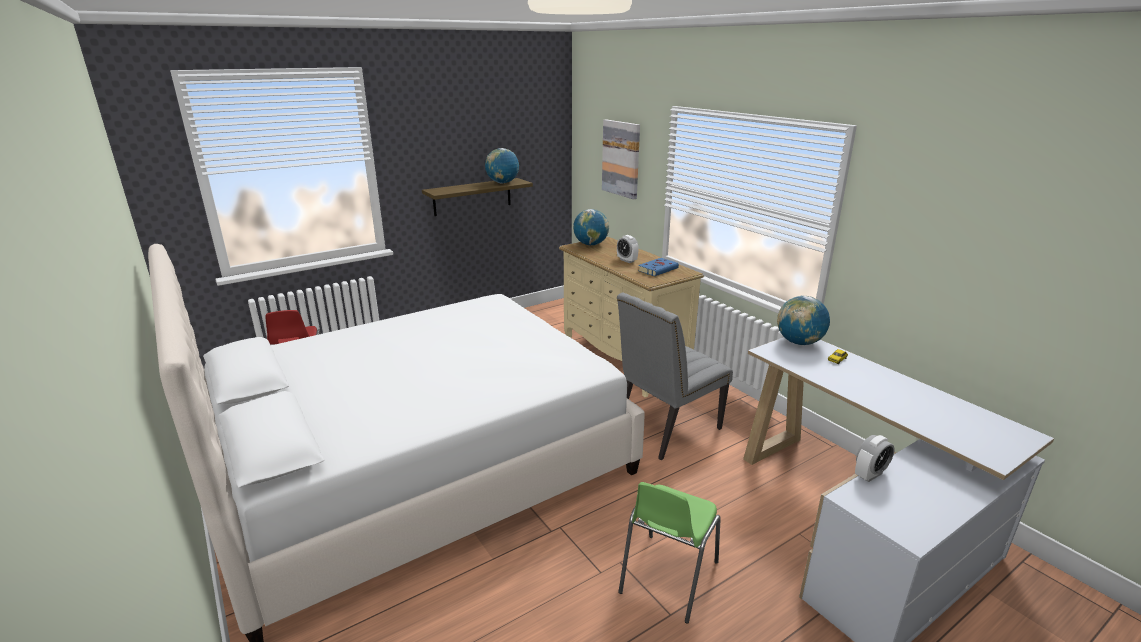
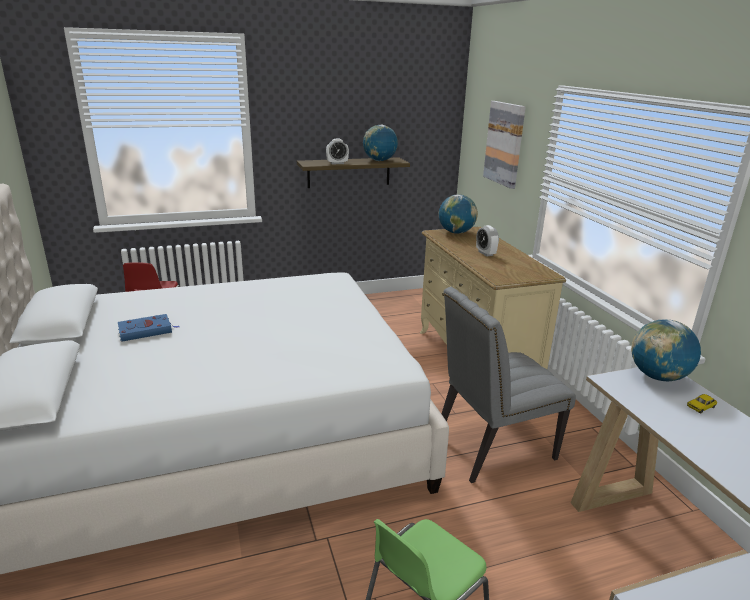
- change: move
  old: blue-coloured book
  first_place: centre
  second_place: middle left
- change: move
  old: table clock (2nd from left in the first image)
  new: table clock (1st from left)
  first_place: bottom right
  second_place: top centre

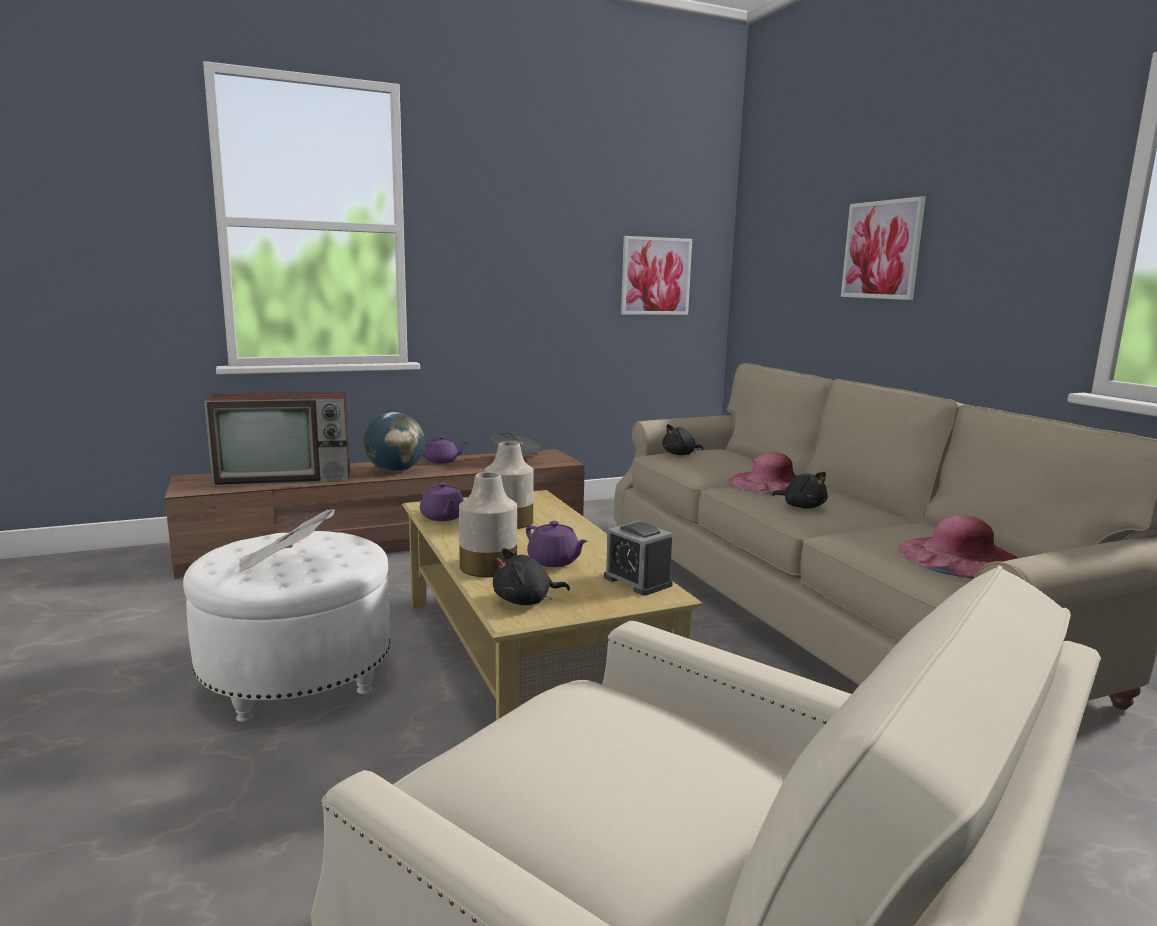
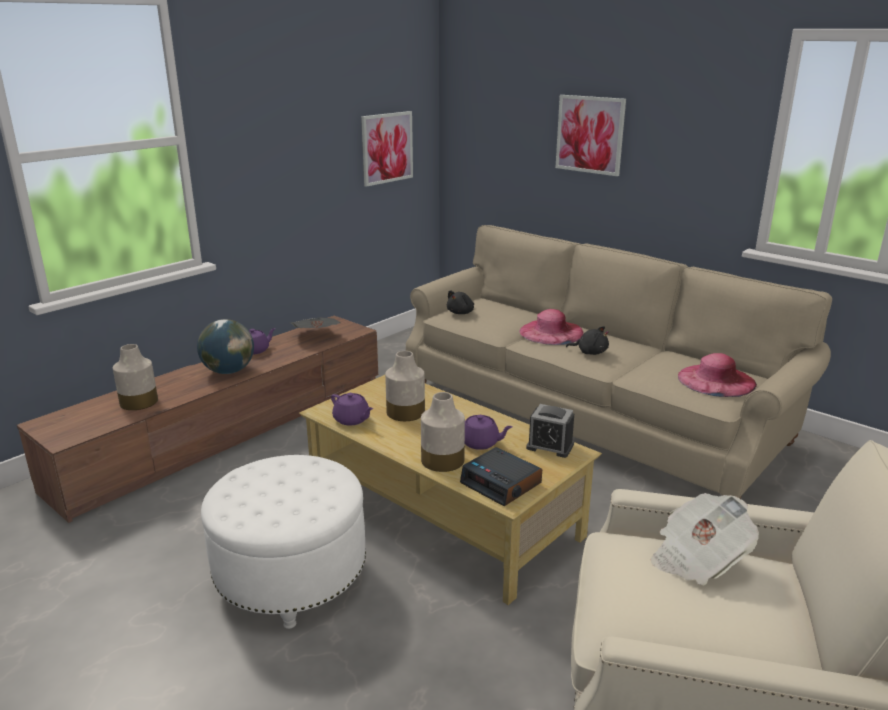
- change: replace
  old: TV
  new: sand-coloured decorative vase (1st from left)
  first_place: middle left
  second_place: middle left
- change: move
  old: daily paper (1st from left in the first image)
  new: daily paper (2nd from left)
  first_place: middle left
  second_place: bottom right
- change: replace
  old: black-coloured soft toy (1st from left)
  new: table clock (1st from left)
  first_place: centre
  second_place: bottom centre

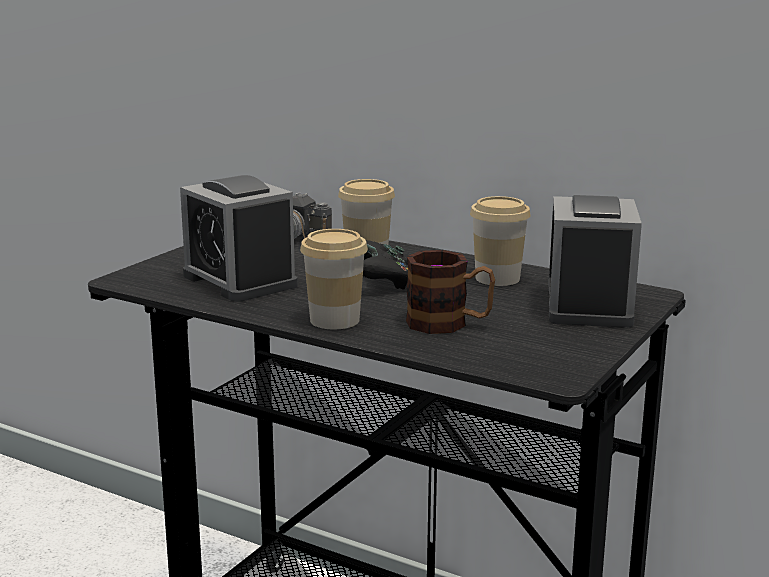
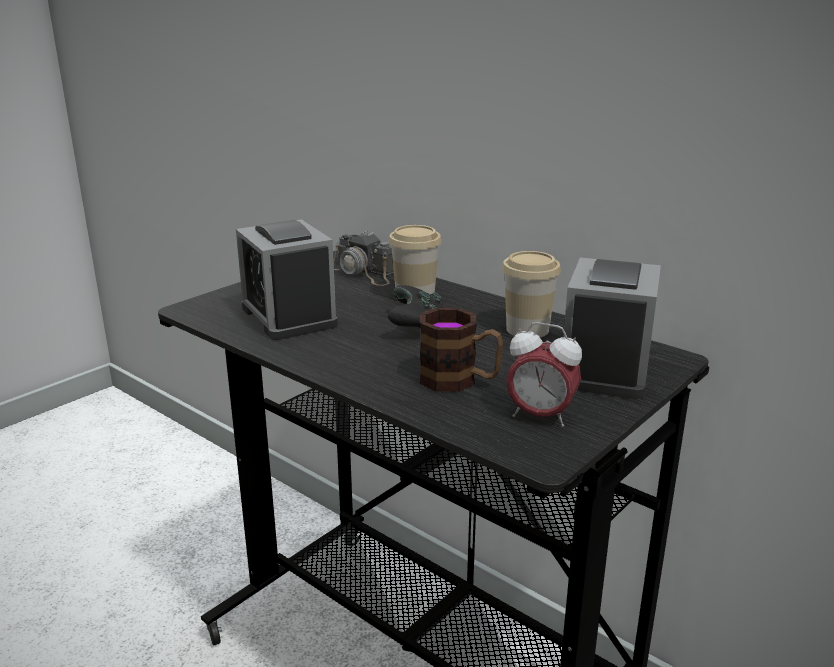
- change: delete
  old: cup (1st from left)
  first_place: centre
- change: insert
  new: table clock (2nd from left)
  second_place: centre

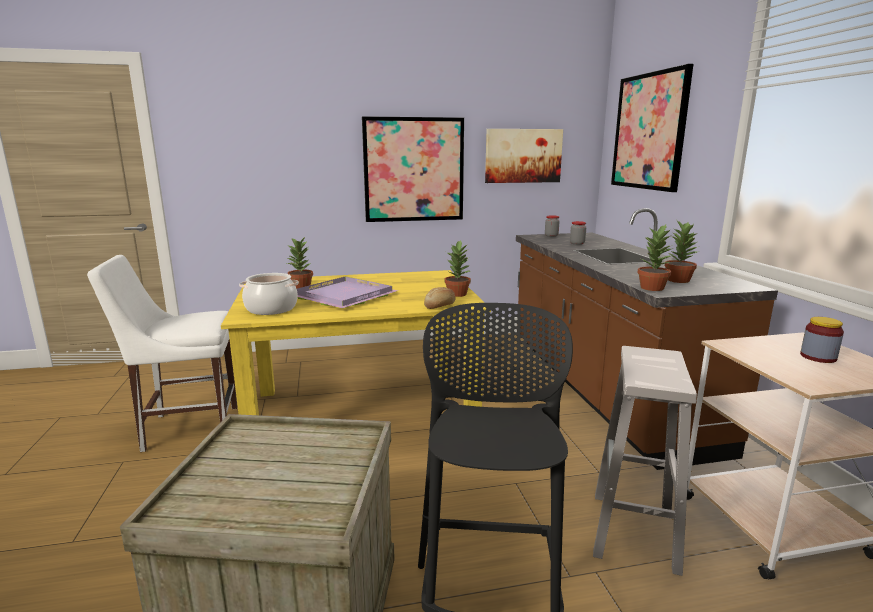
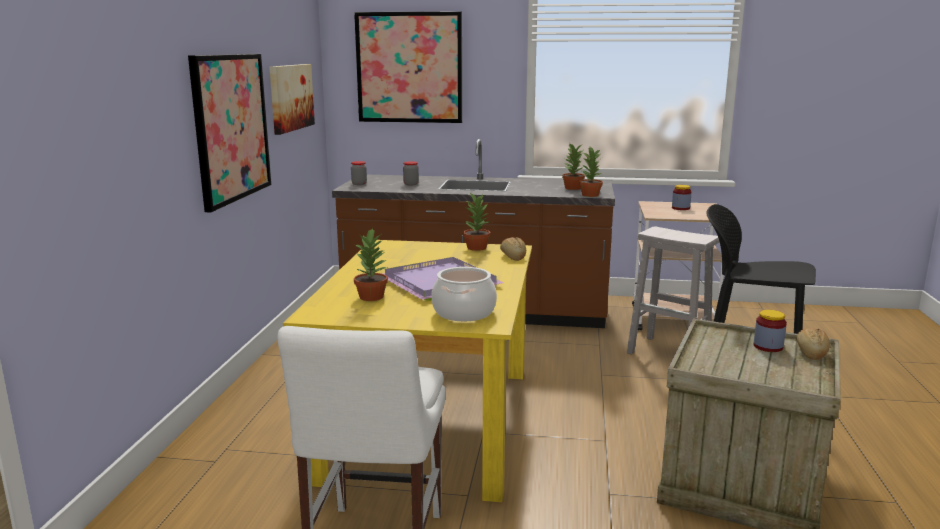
- change: insert
  new: preserve jar (4th from left)
  second_place: middle right
- change: insert
  new: baked bread (2nd from left)
  second_place: middle right

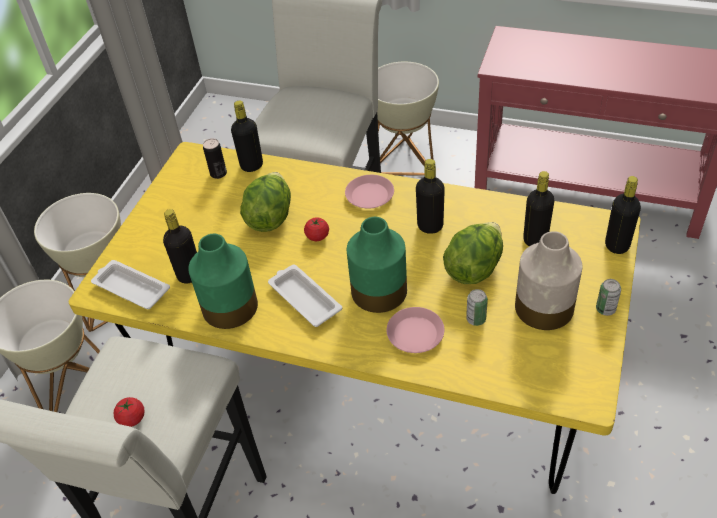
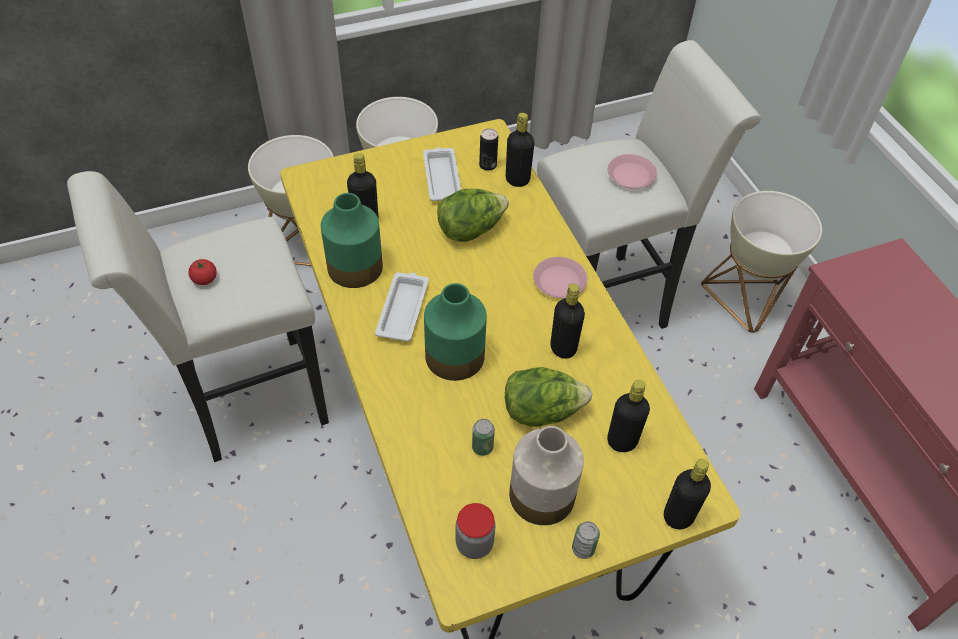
- change: move
  old: whitish tray (1st from left in the first image)
  new: whitish tray (2nd from left)
  first_place: middle left
  second_place: top centre
- change: delete
  old: fresh tomato (2nd from left)
  first_place: centre
- change: move
  old: pink-coloured dinner plate (2nd from left)
  first_place: centre
  second_place: top centre
- change: insert
  new: preserve jar
  second_place: bottom centre

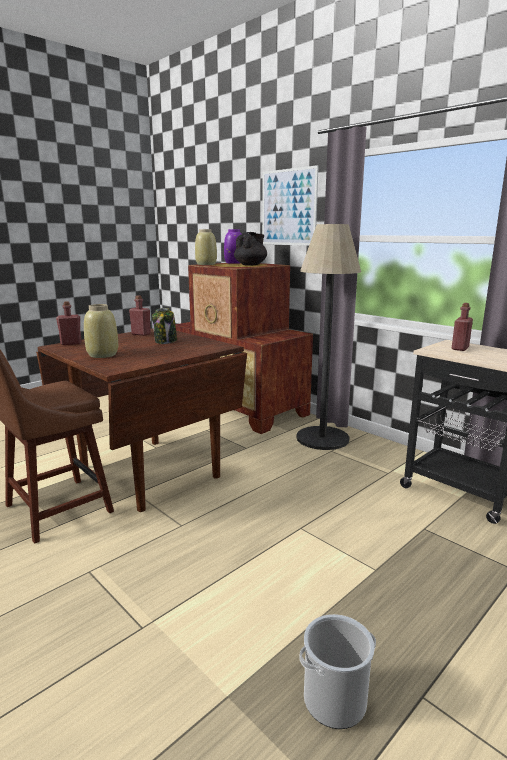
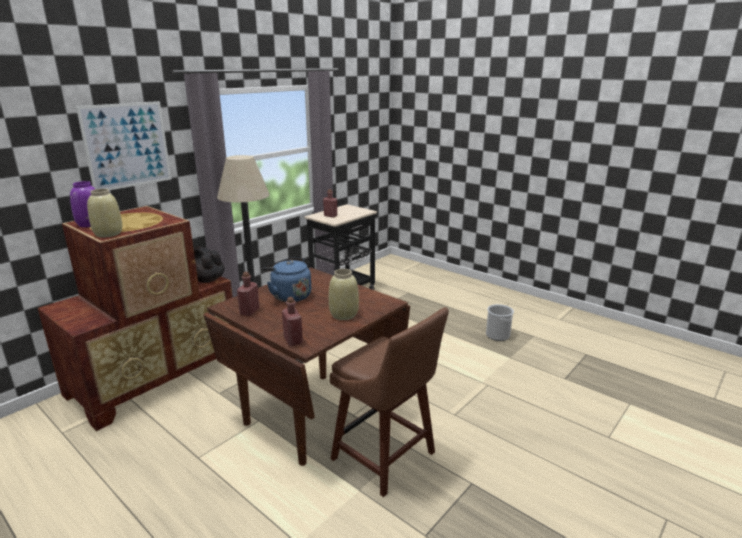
- change: replace
  old: preserve jar
  new: blue-coloured water kettle
  first_place: middle left
  second_place: centre
- change: move
  old: black-coloured teapot
  first_place: top centre
  second_place: middle left

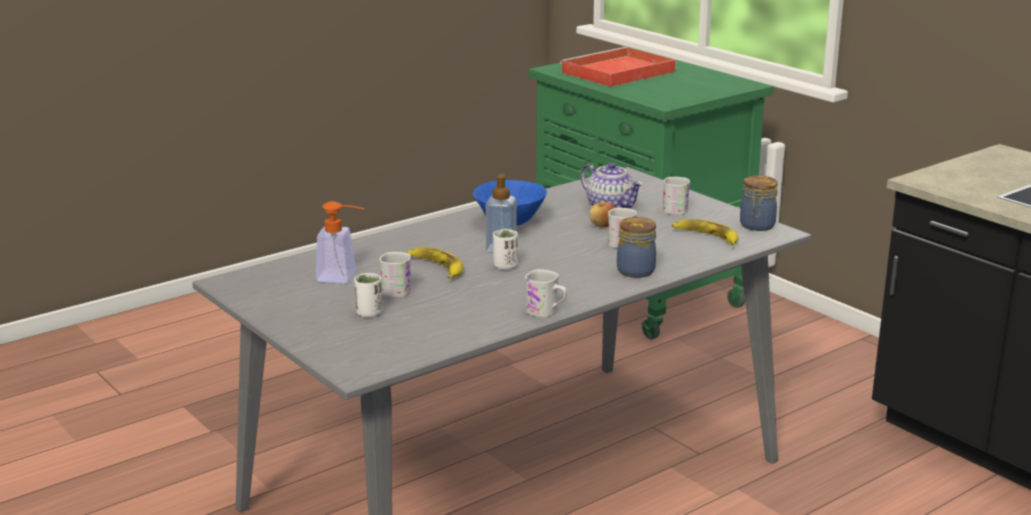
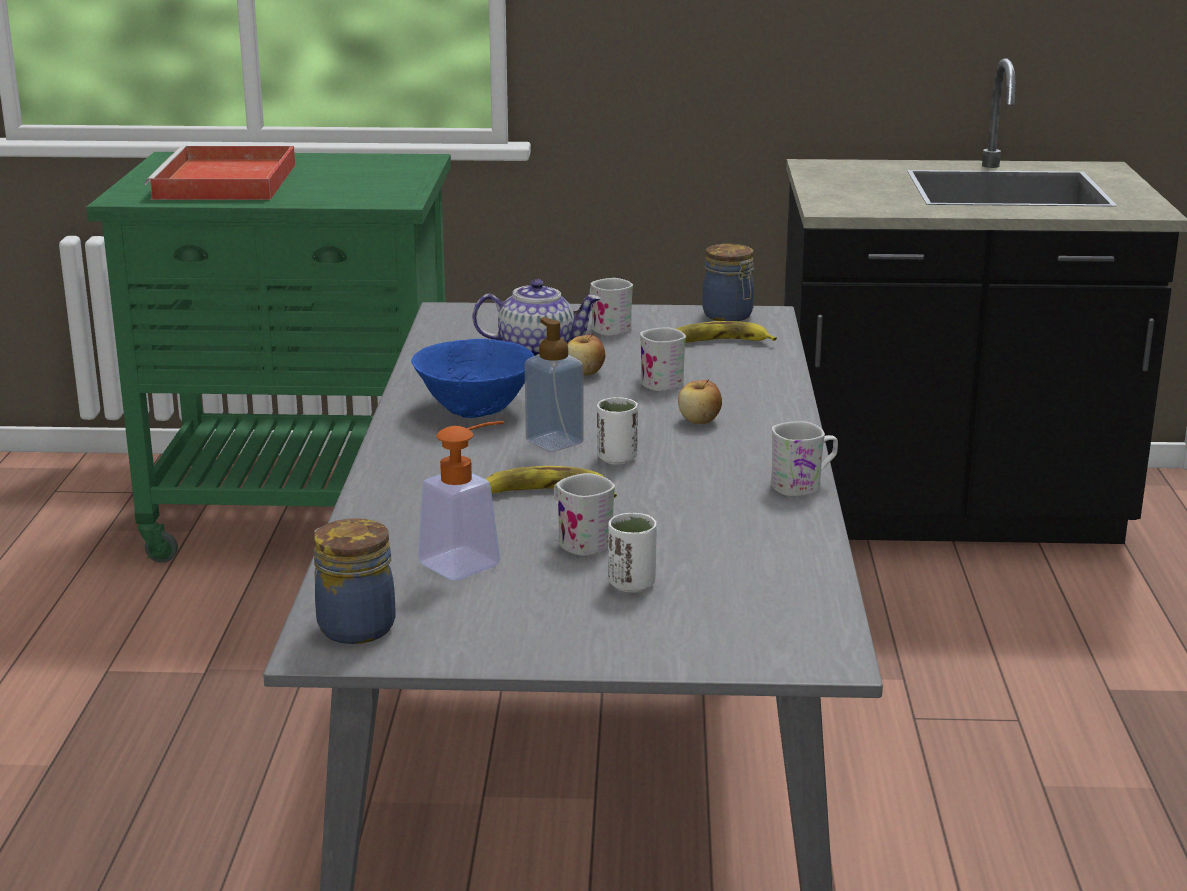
- change: move
  old: preserve jar (1st from left)
  first_place: centre
  second_place: middle left
- change: insert
  new: apple fruit (2nd from left)
  second_place: centre

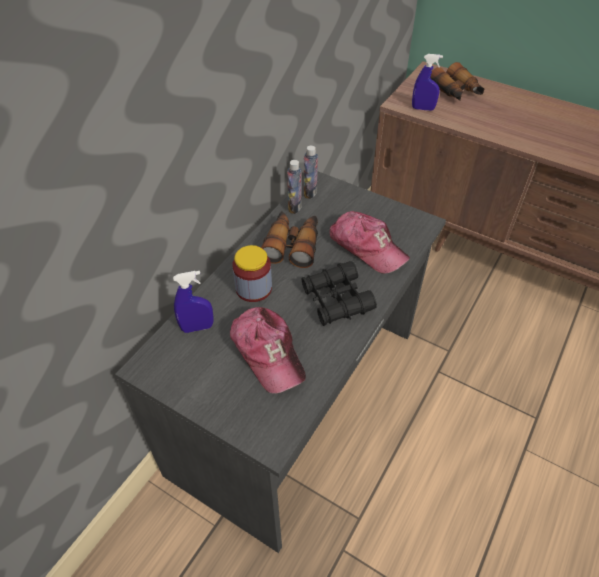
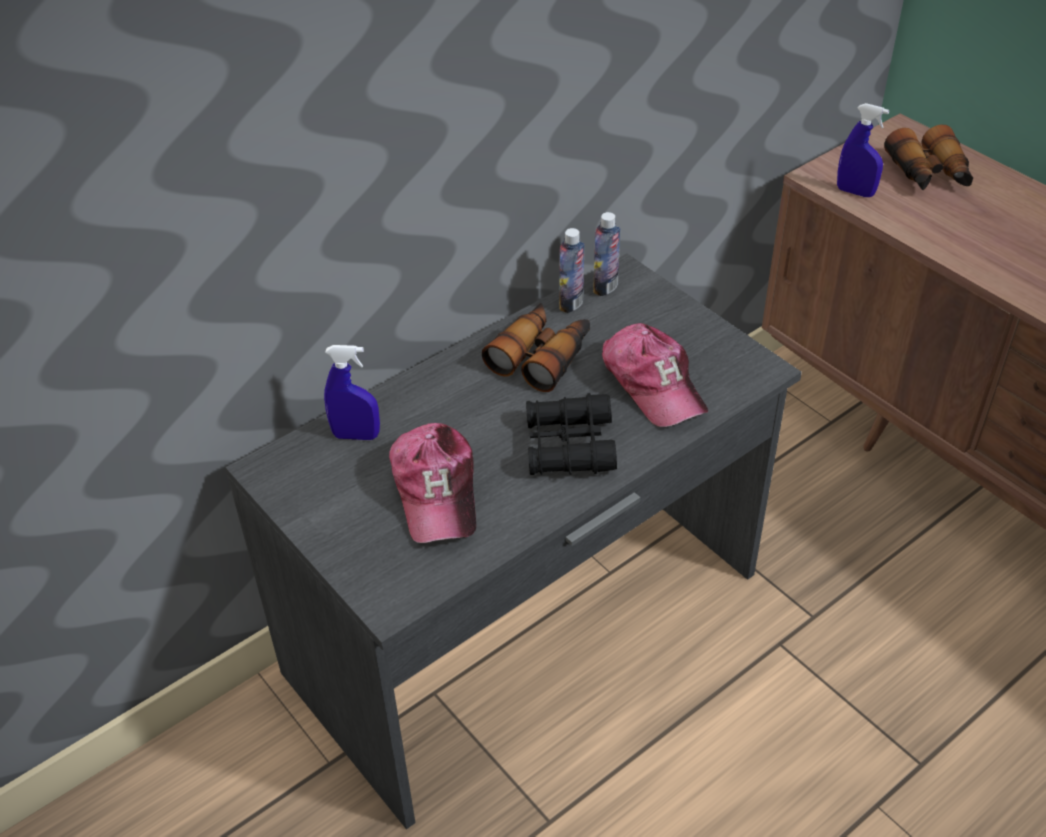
- change: delete
  old: preserve jar
  first_place: centre

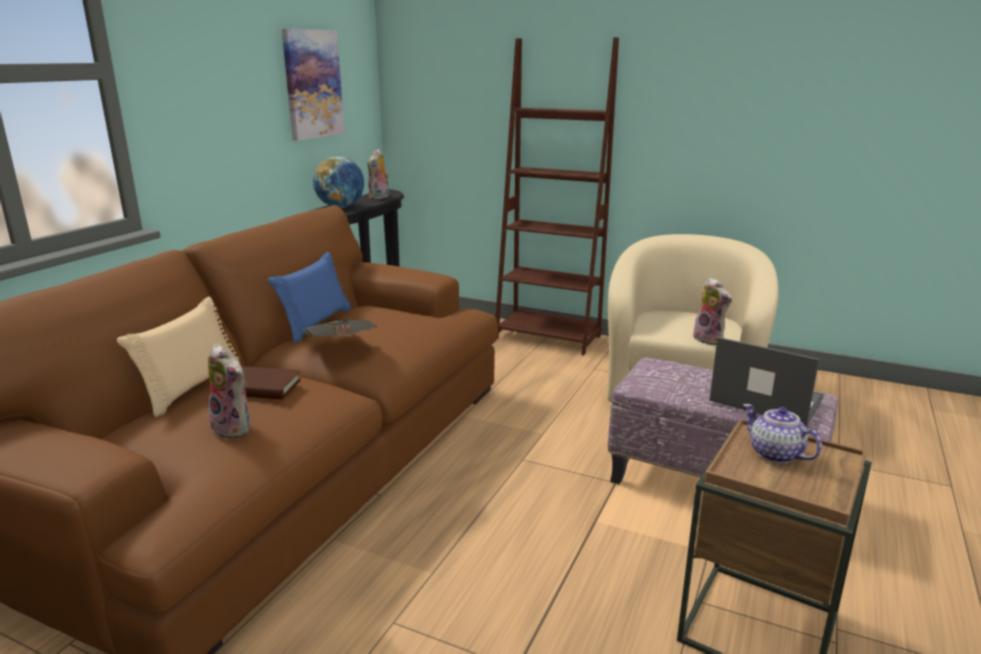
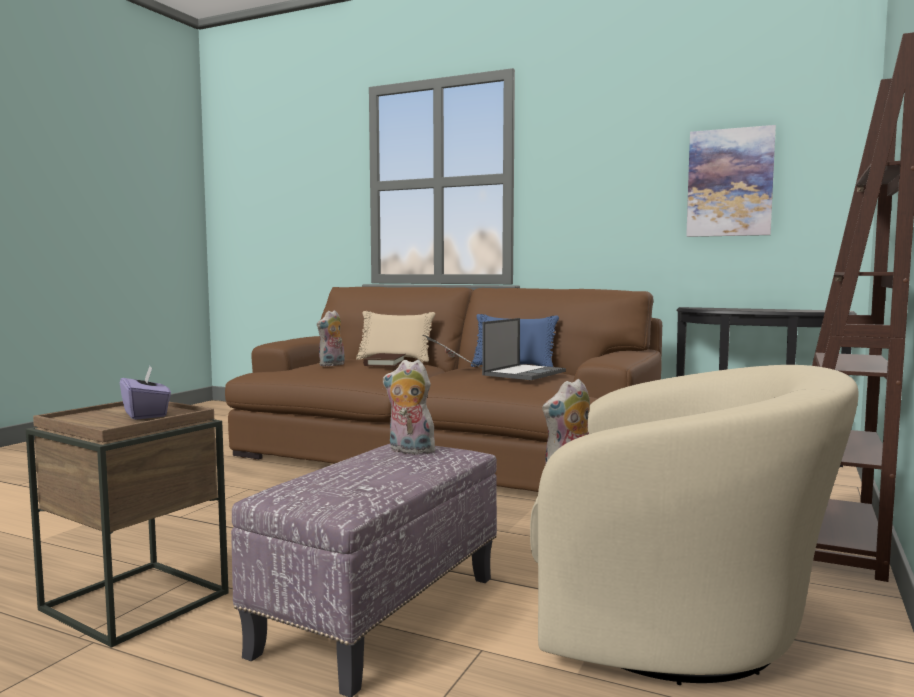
- change: delete
  old: globe
  first_place: top centre
- change: move
  old: soft toy (2nd from left)
  first_place: top centre
  second_place: centre
- change: move
  old: portable computer
  first_place: middle right
  second_place: centre
- change: replace
  old: teapot
  new: purple-coloured tissue holder
  first_place: middle right
  second_place: middle left

